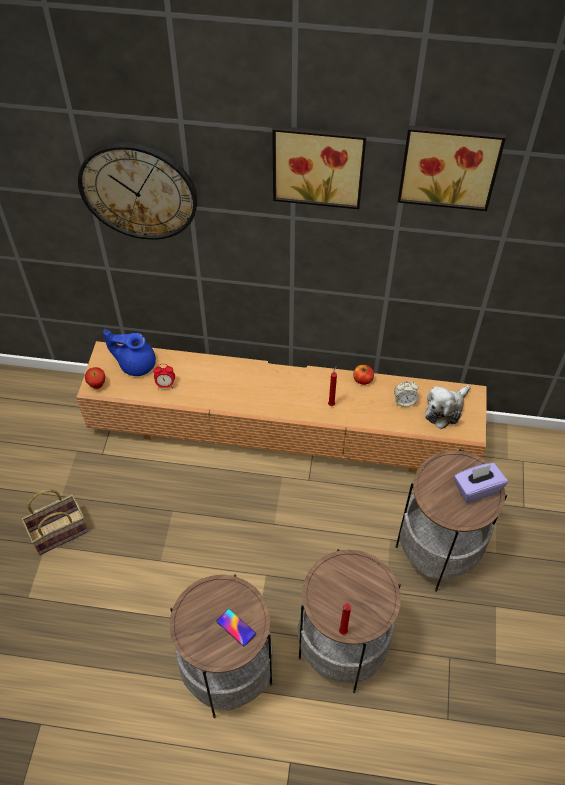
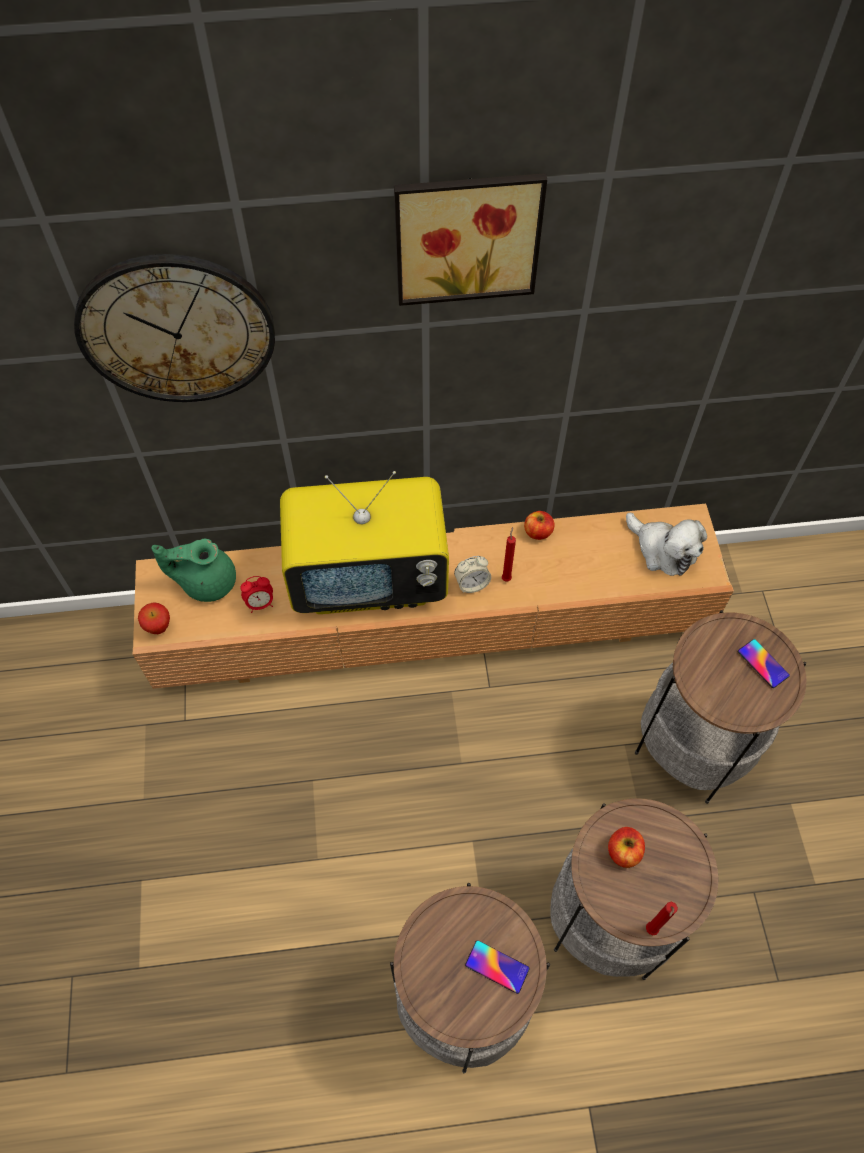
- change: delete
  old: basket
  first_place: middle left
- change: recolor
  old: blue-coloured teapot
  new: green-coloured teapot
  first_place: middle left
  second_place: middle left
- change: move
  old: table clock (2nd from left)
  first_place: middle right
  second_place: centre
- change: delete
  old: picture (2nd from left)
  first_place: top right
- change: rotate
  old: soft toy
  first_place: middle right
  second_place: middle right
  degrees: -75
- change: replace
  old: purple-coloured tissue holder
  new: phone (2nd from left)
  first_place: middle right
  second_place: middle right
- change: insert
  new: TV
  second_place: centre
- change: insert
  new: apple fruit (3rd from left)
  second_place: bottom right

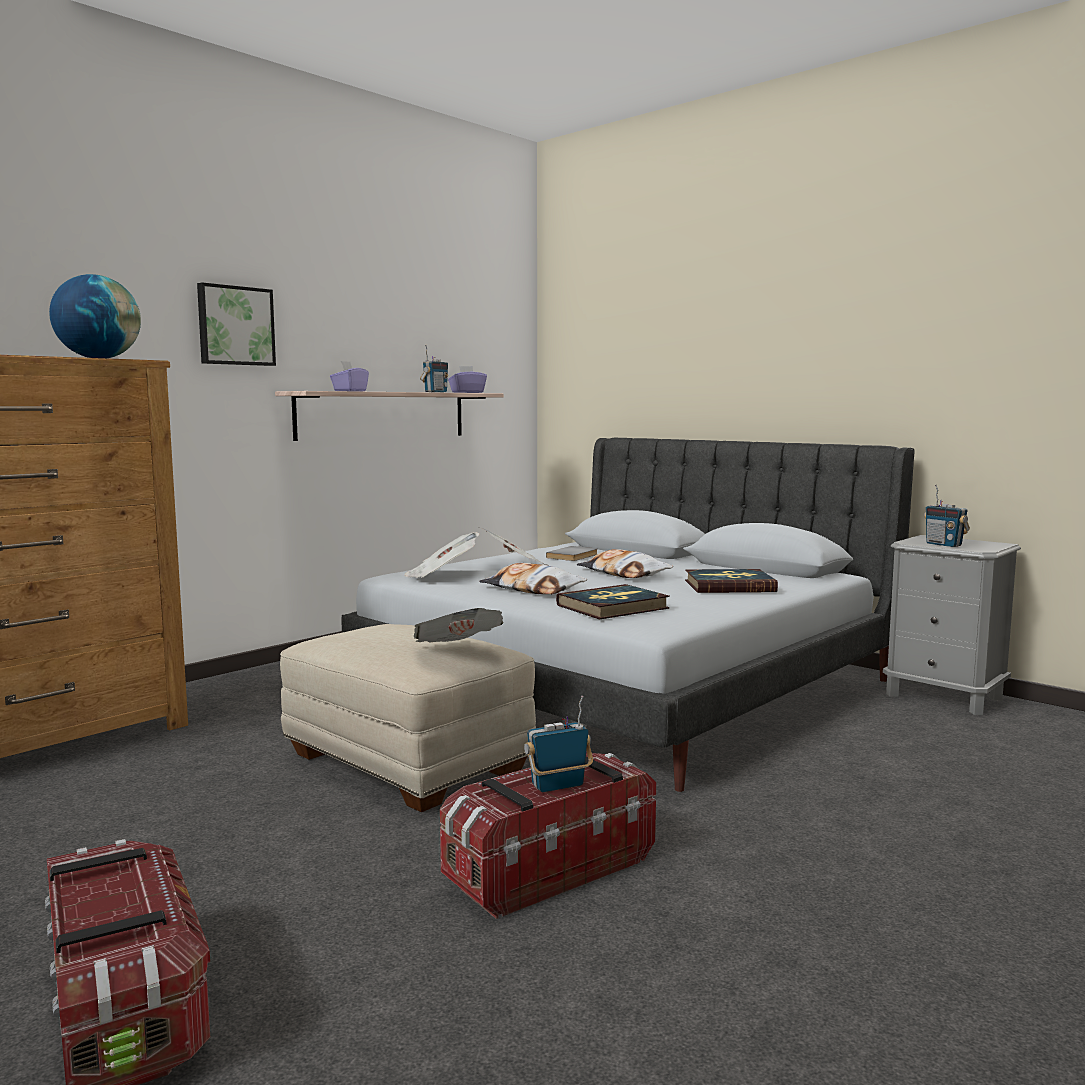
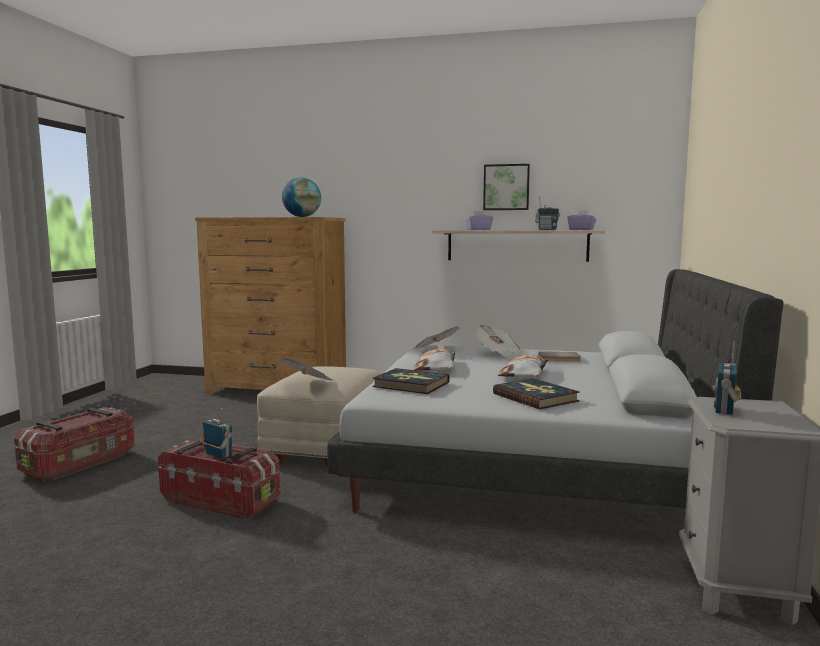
- change: move
  old: picture
  first_place: top left
  second_place: top centre

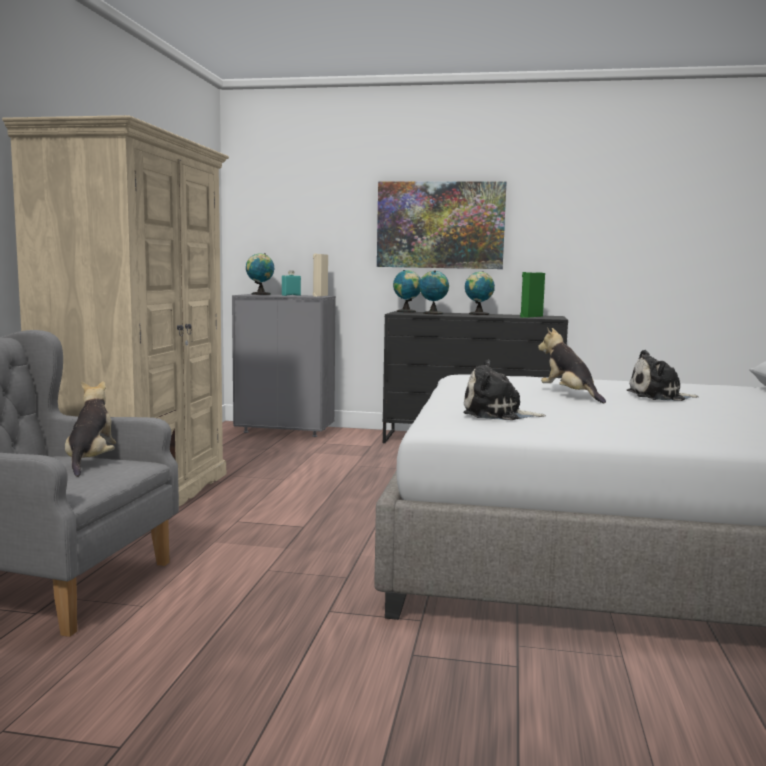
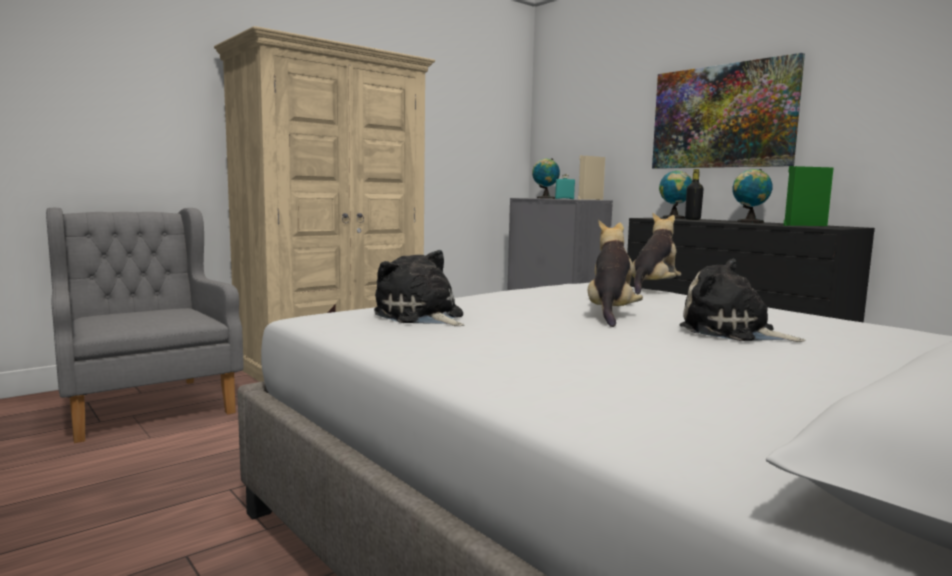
- change: move
  old: soft toy (1st from left in the first image)
  new: soft toy (3rd from left)
  first_place: middle left
  second_place: middle right
- change: replace
  old: globe (3rd from left)
  new: black-coloured bottle
  first_place: centre
  second_place: middle right

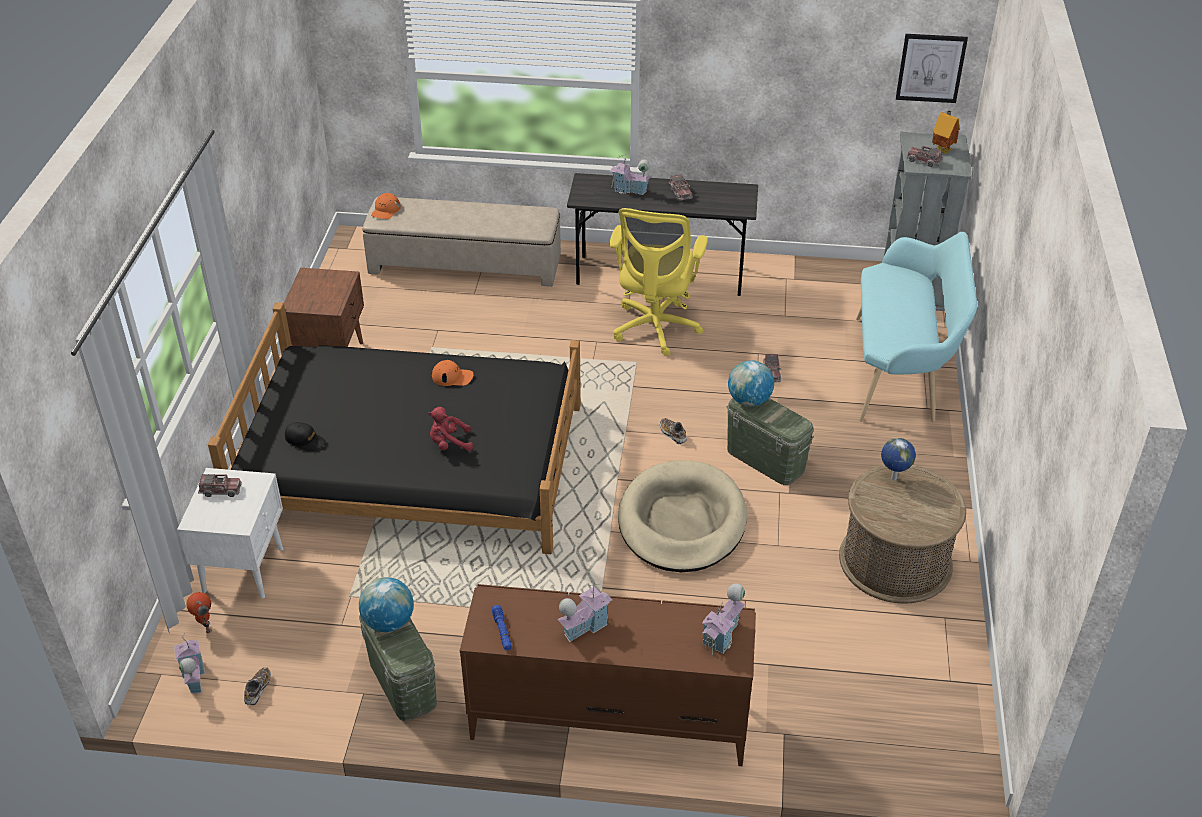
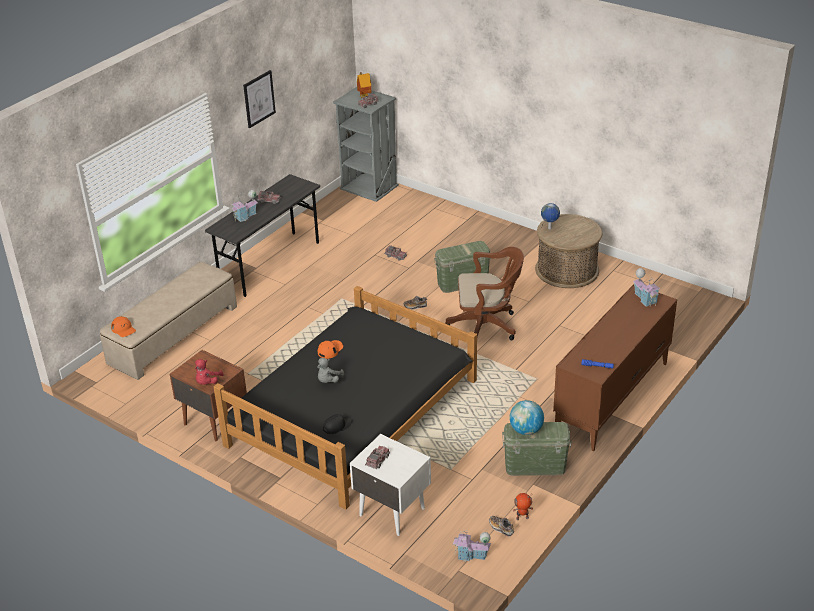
- change: move
  old: model robot
  first_place: bottom left
  second_place: bottom centre
- change: move
  old: red-coloured soft toy
  first_place: centre
  second_place: middle left
- change: delete
  old: model house (2nd from left)
  first_place: bottom centre
- change: delete
  old: yellowish computer chair
  first_place: centre
- change: replace
  old: sand-coloured dog bed
  new: brownish computer chair
  first_place: centre
  second_place: centre
- change: delete
  old: globe (2nd from left)
  first_place: centre
- change: delete
  old: turquoise-coloured indoor bench
  first_place: middle right
- change: move
  old: picture
  first_place: top right
  second_place: top left
- change: insert
  new: greyish soft toy
  second_place: centre

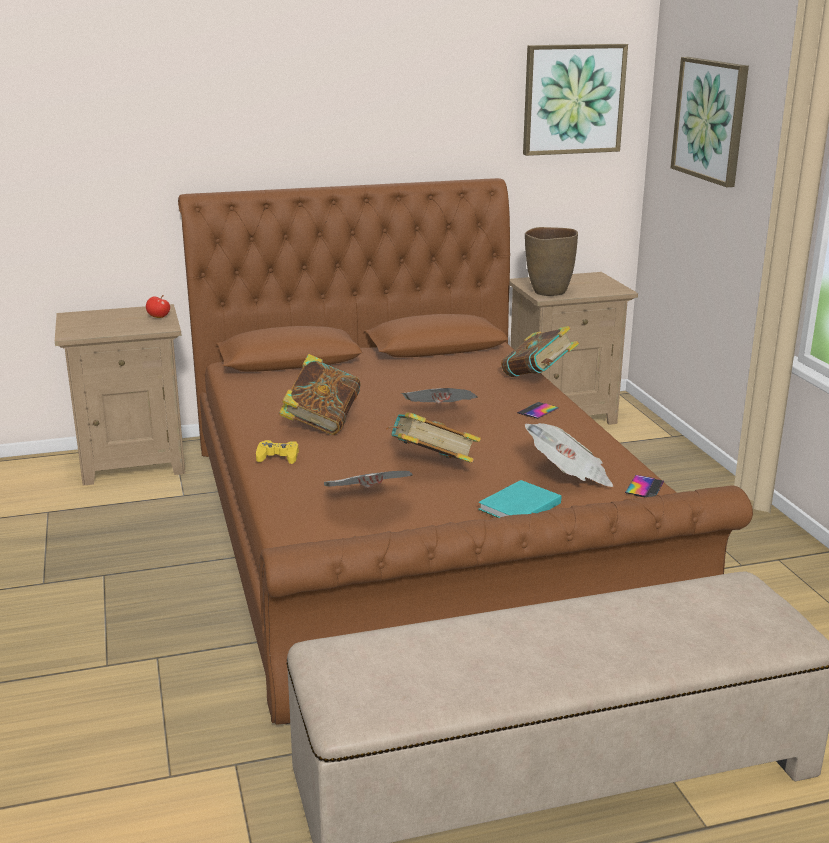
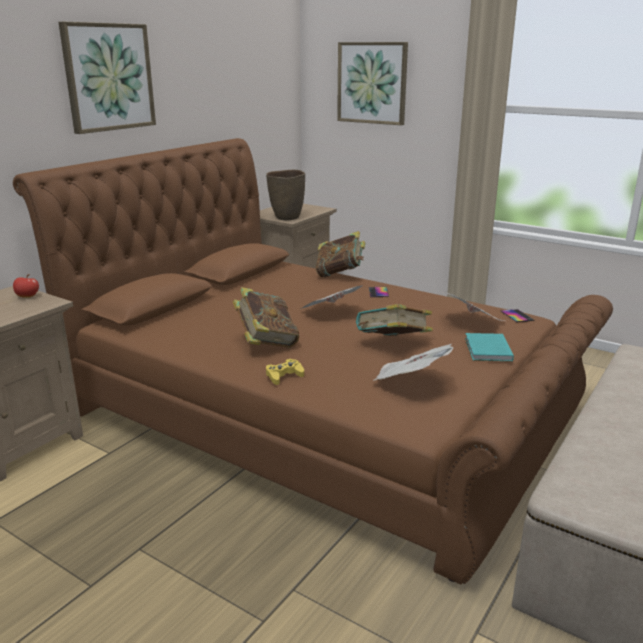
- change: move
  old: picture (1st from left)
  first_place: top right
  second_place: top left

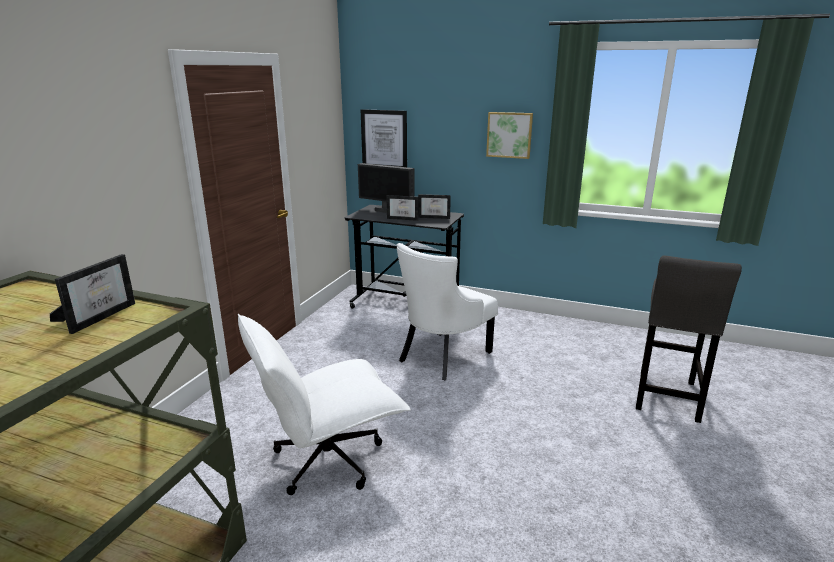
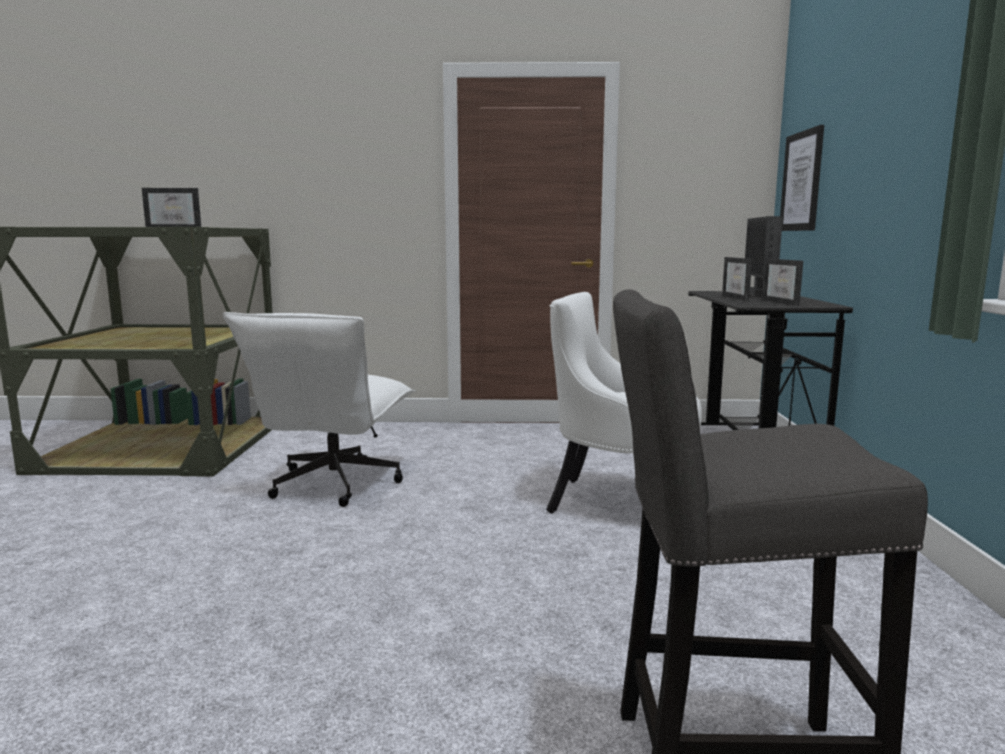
- change: rotate
  old: whitish computer chair
  first_place: bottom centre
  second_place: middle left
  degrees: -120
- change: delete
  old: picture (2nd from left)
  first_place: top centre

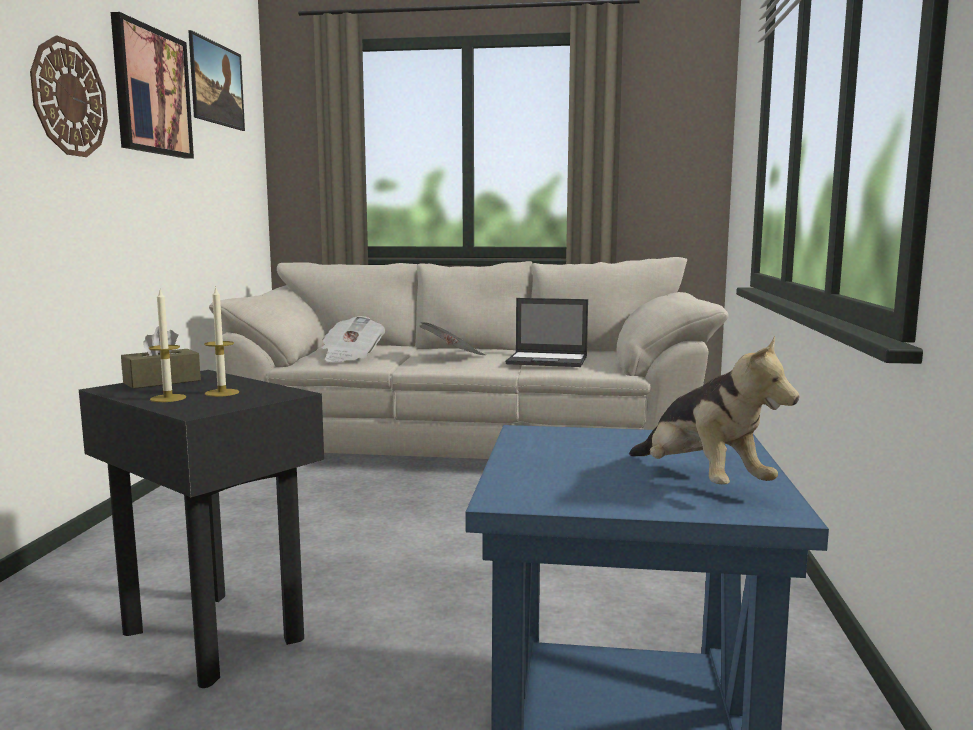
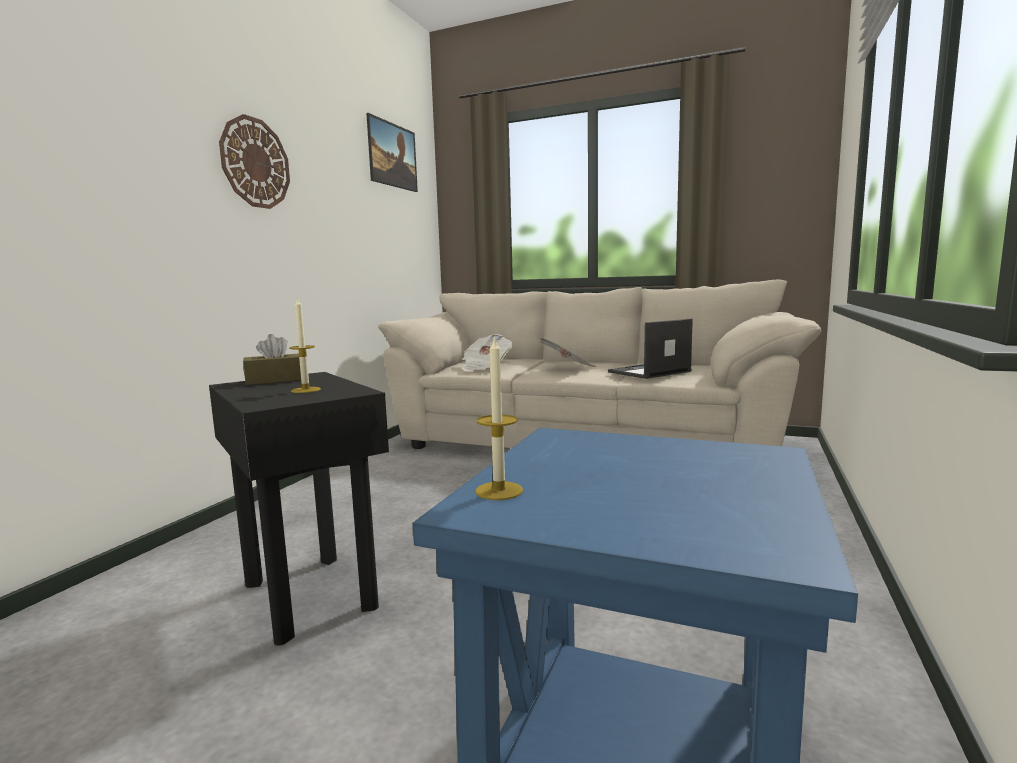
- change: delete
  old: picture (1st from left)
  first_place: top left
- change: move
  old: candle (1st from left in the first image)
  new: candle (2nd from left)
  first_place: middle left
  second_place: centre
- change: rotate
  old: portable computer
  first_place: centre
  second_place: centre
  degrees: 120
- change: delete
  old: soft toy
  first_place: middle right

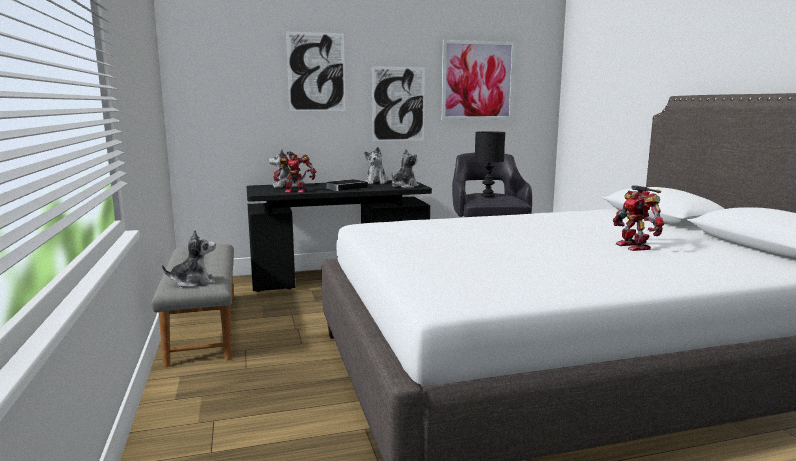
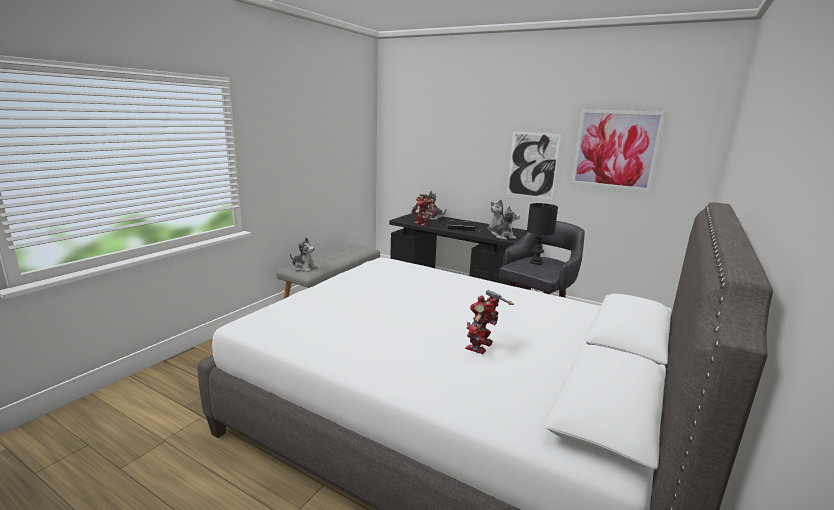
- change: delete
  old: picture (1st from left)
  first_place: top centre

